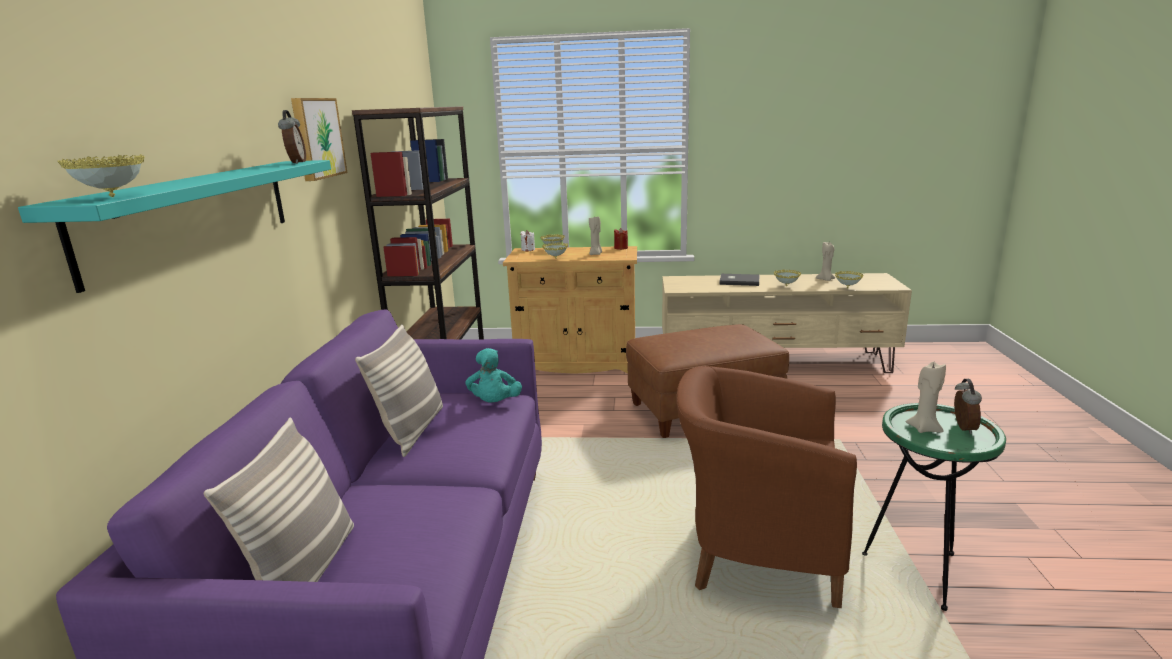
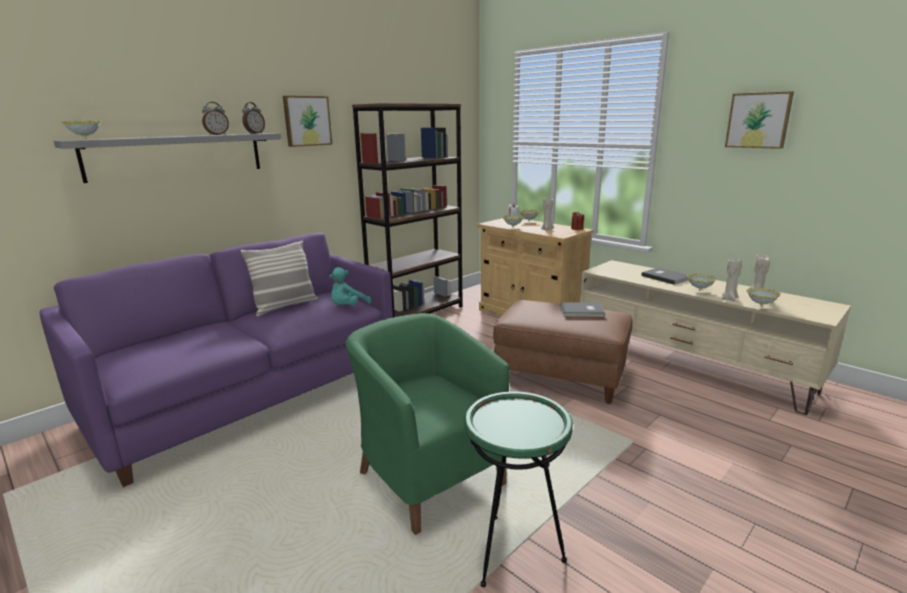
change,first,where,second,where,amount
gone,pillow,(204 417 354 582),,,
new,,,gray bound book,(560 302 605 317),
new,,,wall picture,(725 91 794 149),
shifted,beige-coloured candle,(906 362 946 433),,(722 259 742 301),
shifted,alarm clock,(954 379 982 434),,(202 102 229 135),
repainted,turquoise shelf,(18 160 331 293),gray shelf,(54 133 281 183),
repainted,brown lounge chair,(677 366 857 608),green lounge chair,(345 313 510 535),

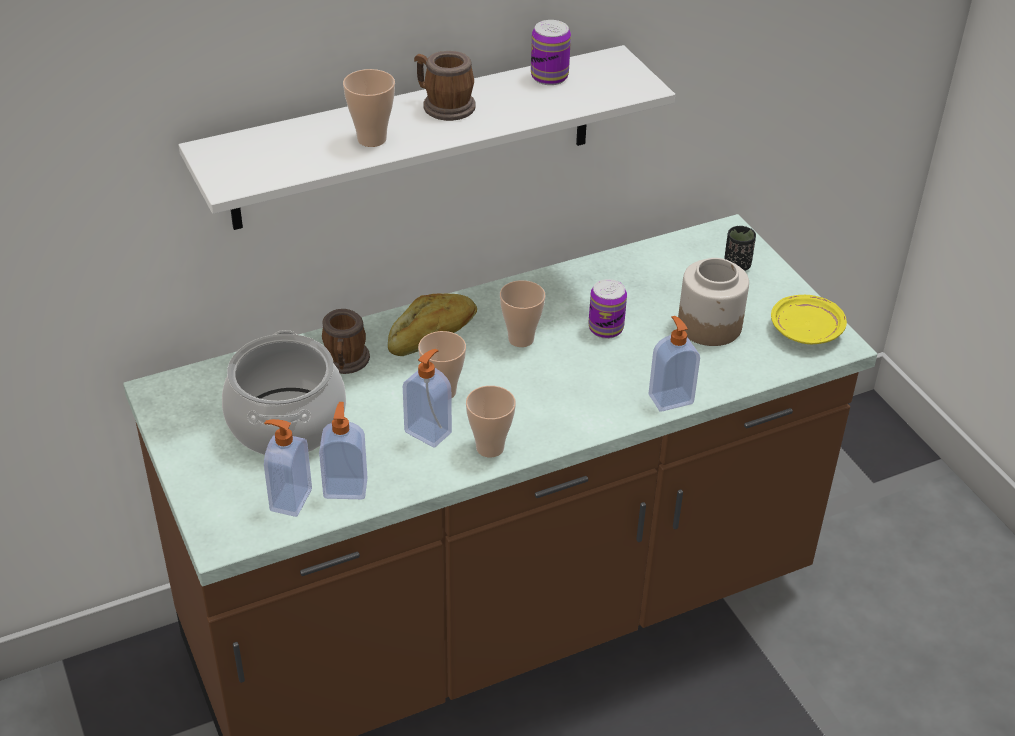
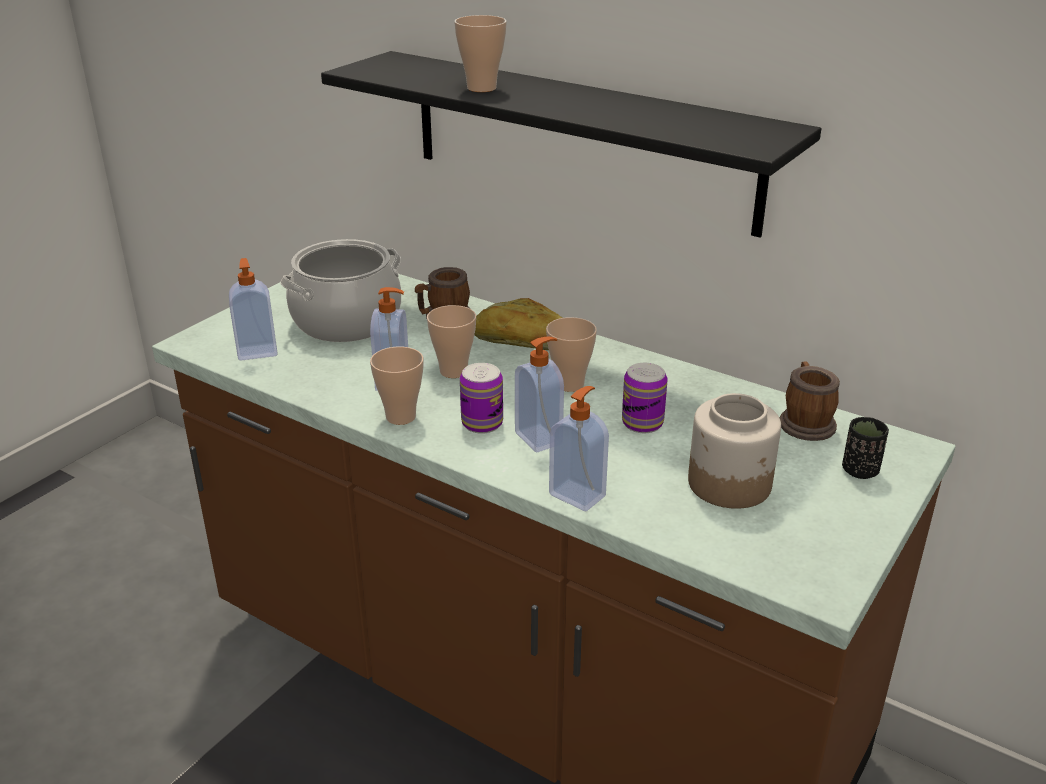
change,first,where,second,where,amount
gone,yellowish dinner plate,(771 295 847 344),,,
shifted,soap dispenser,(319 402 368 499),,(515 336 564 452),
shifted,tea mug,(414 51 476 121),,(780 361 840 441),
shifted,can,(531 20 571 85),,(460 363 503 434),
repainted,whitish shelf,(179 45 675 230),black-coloured shelf,(321 51 821 237),

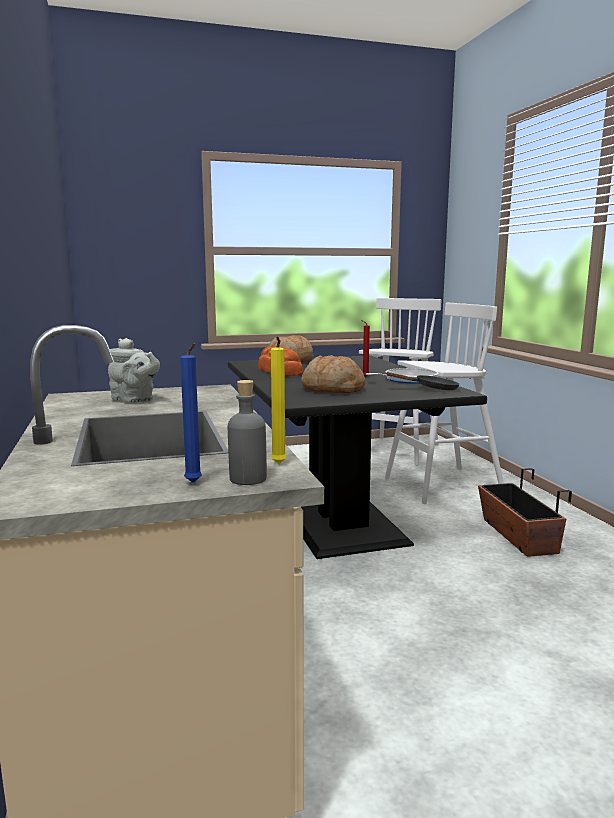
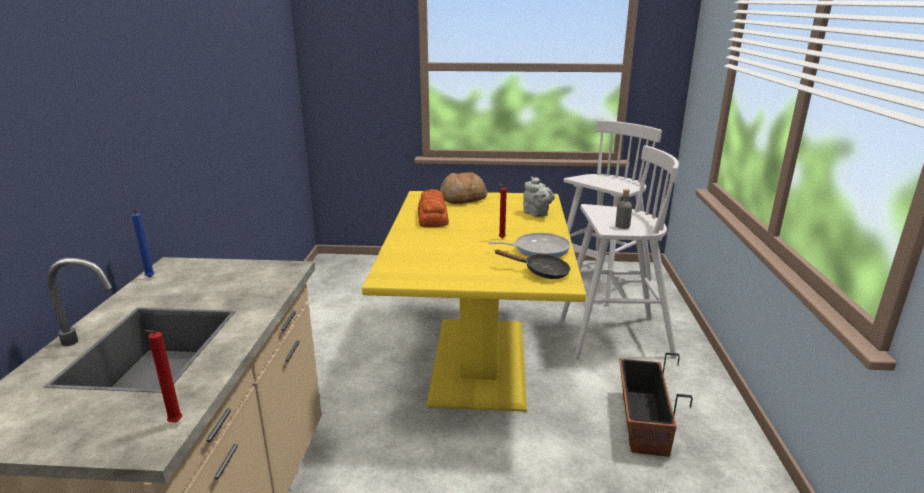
change,first,where,second,where,amount
gone,bakery bread,(301 355 365 393),,,
shifted,gray pot for tea,(108 338 160 403),,(523 177 555 217),
shifted,blue candle,(180 343 202 483),,(132 209 155 277),
shifted,gray drink bottle,(228 380 267 485),,(615 189 632 229),
repainted,black-coloured dining table,(228 355 487 559),yellowish dining table,(362 191 586 412),
repainted,yellowish candle,(271 336 287 464),red-coloured candle,(143 330 182 423),

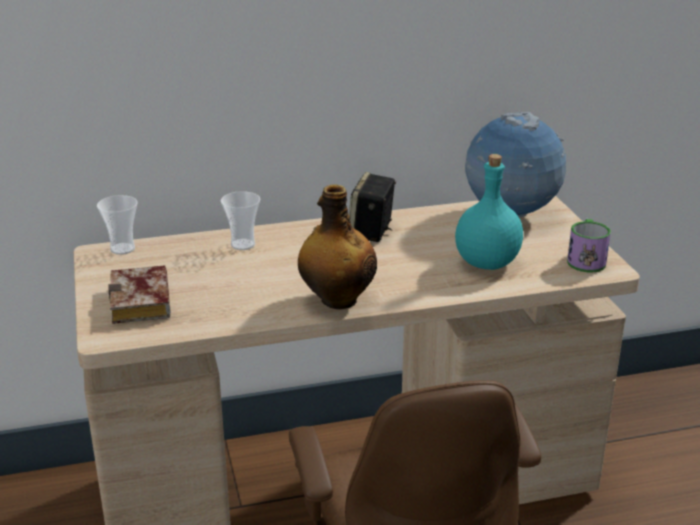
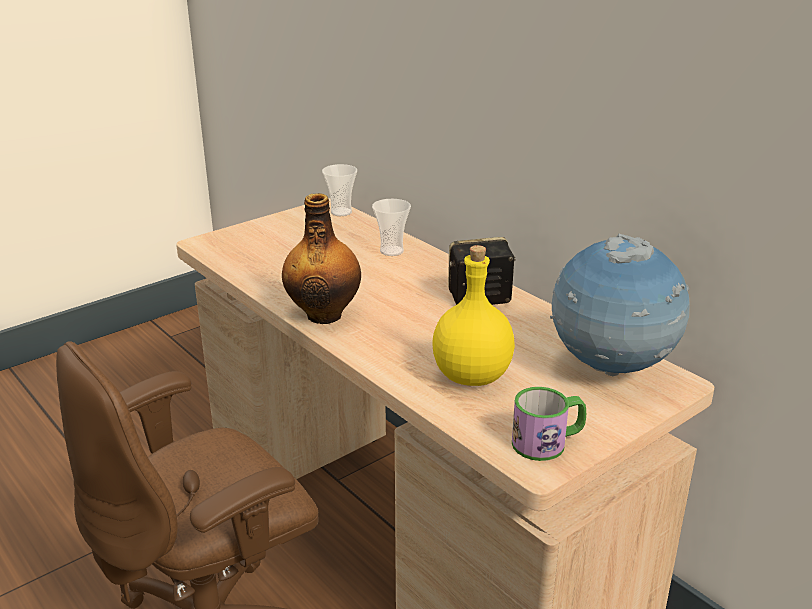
change,first,where,second,where,amount
gone,bound book,(108 265 170 324),,,
repainted,turquoise drink bottle,(455 154 523 270),yellowish drink bottle,(432 245 515 386),

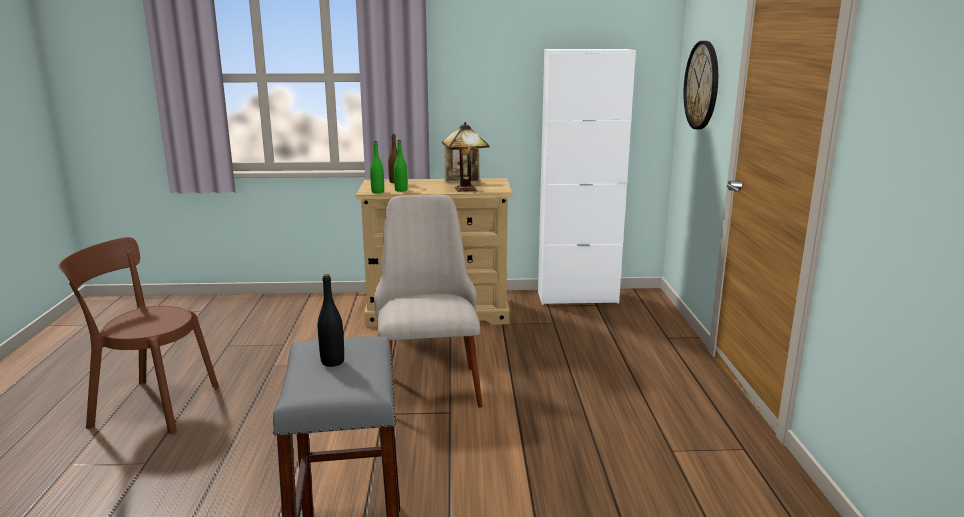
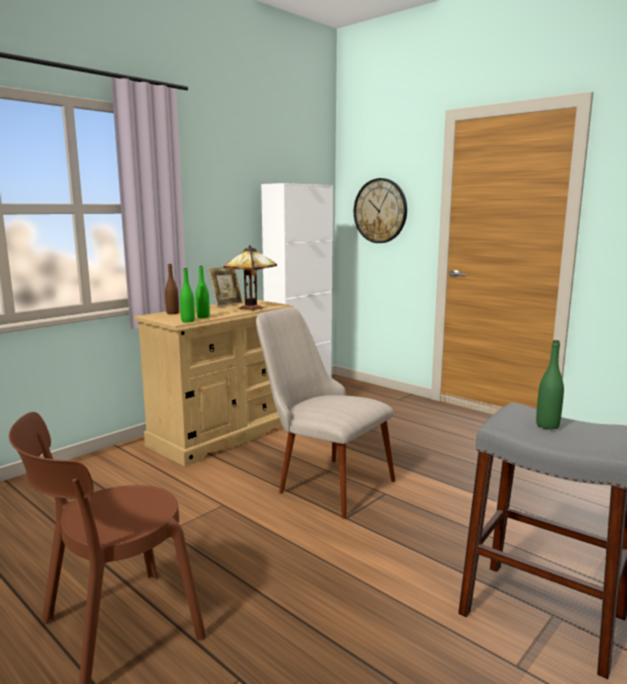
change,first,where,second,where,amount
repainted,black-coloured drink bottle,(318 274 344 367),green drink bottle,(536 340 564 429),

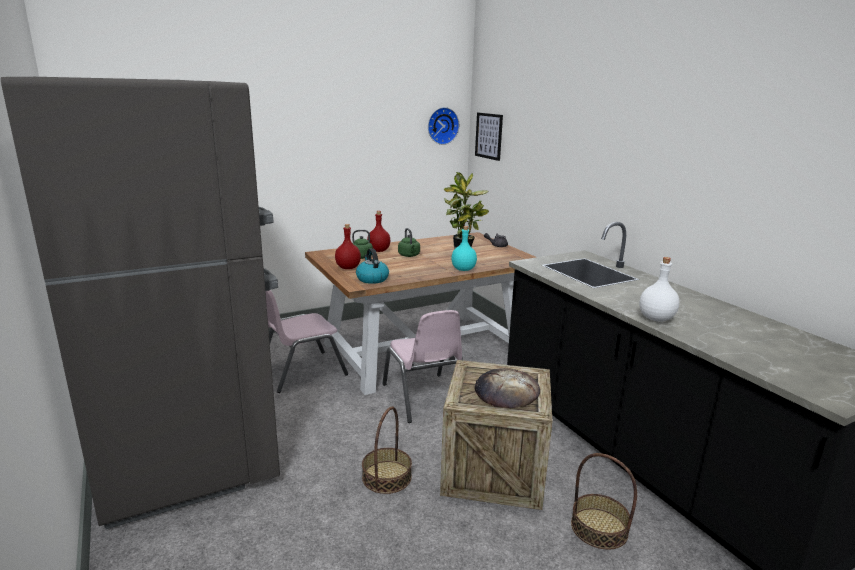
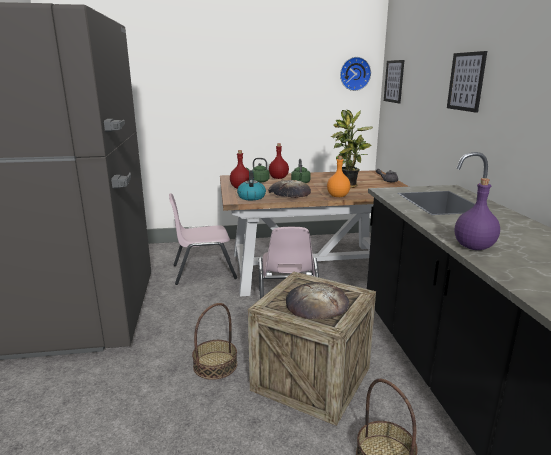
change,first,where,second,where,amount
new,,,bakery bread,(268 180 311 198),
new,,,wall picture,(447 51 487 113),
repainted,turquoise drink bottle,(451 226 477 271),orange drink bottle,(327 156 350 197),
repainted,whitish drink bottle,(639 257 680 322),purple-coloured drink bottle,(455 178 500 250),

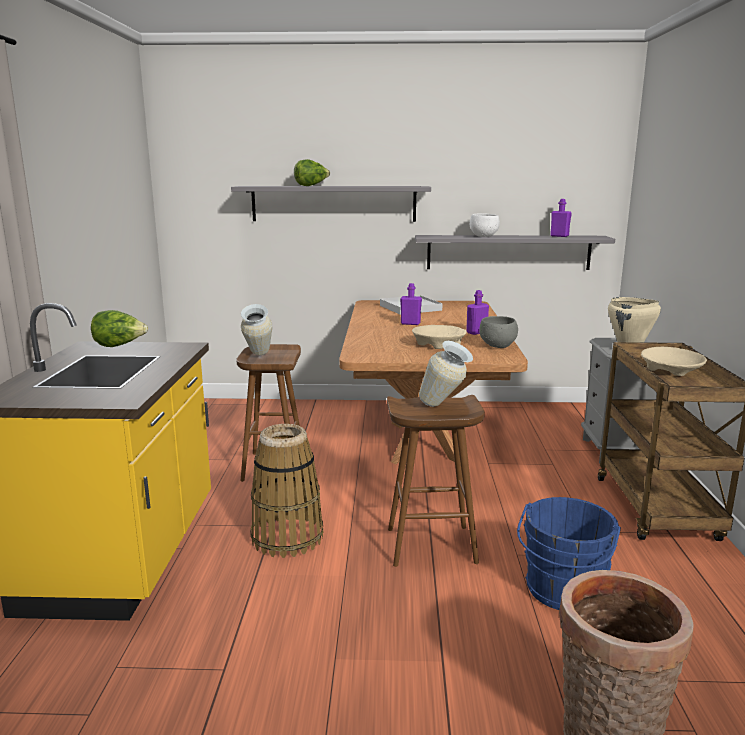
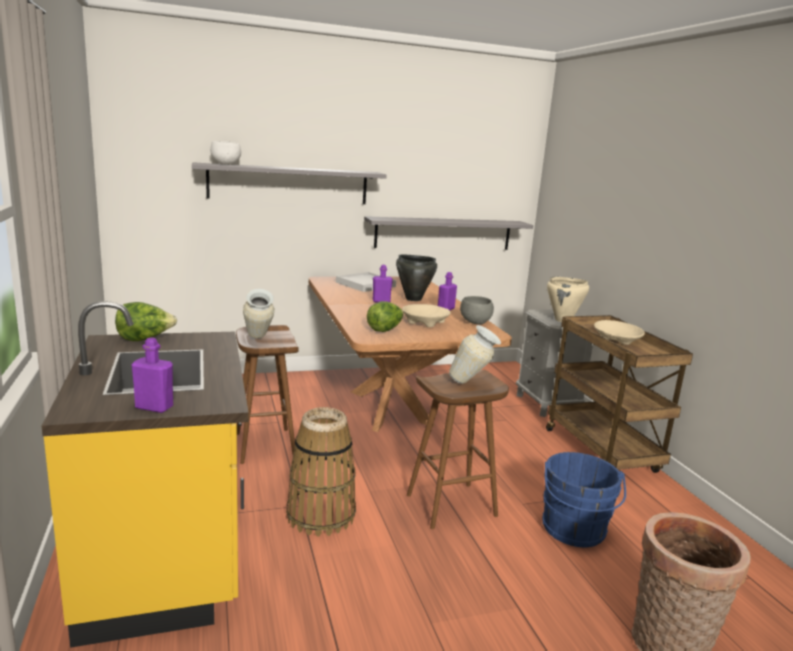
change,first,where,second,where,amount
new,,,black-coloured cooking pot,(396 254 437 301),
shifted,head of lettuce,(294 159 330 186),,(367 301 404 332),
shifted,whitish serving bowl,(470 214 500 237),,(210 141 241 165),
shifted,purple-coloured drink bottle,(550 199 572 237),,(132 337 173 413),

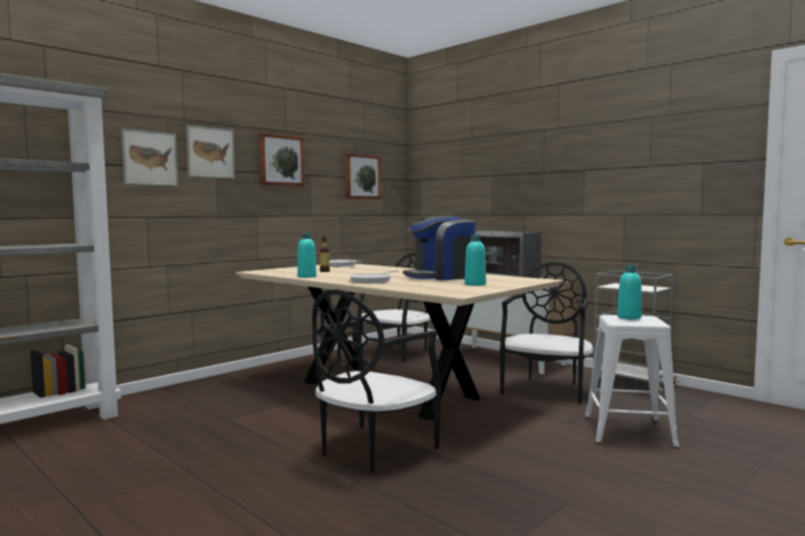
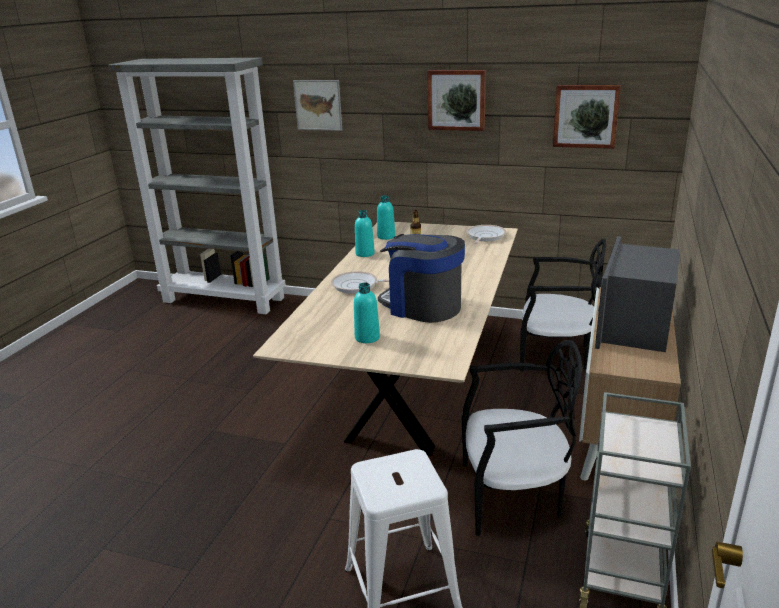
change,first,where,second,where,amount
gone,wall picture,(186 125 235 179),,,
gone,black-coloured plain chair,(312 289 441 472),,,
shifted,turquoise drink bottle,(617 265 642 320),,(377 195 395 240),

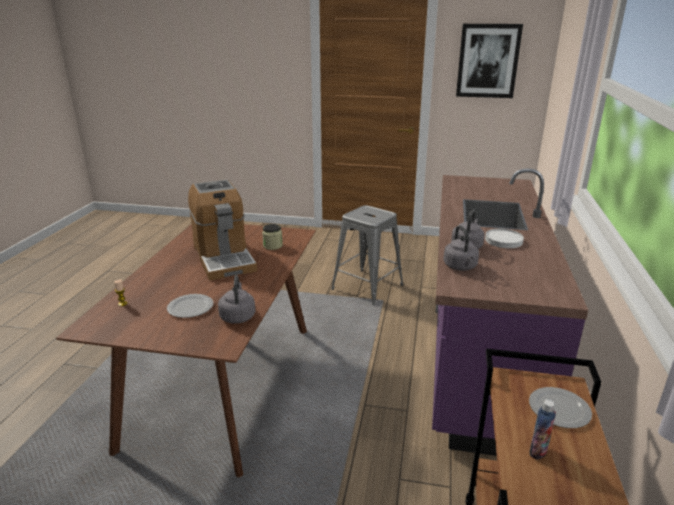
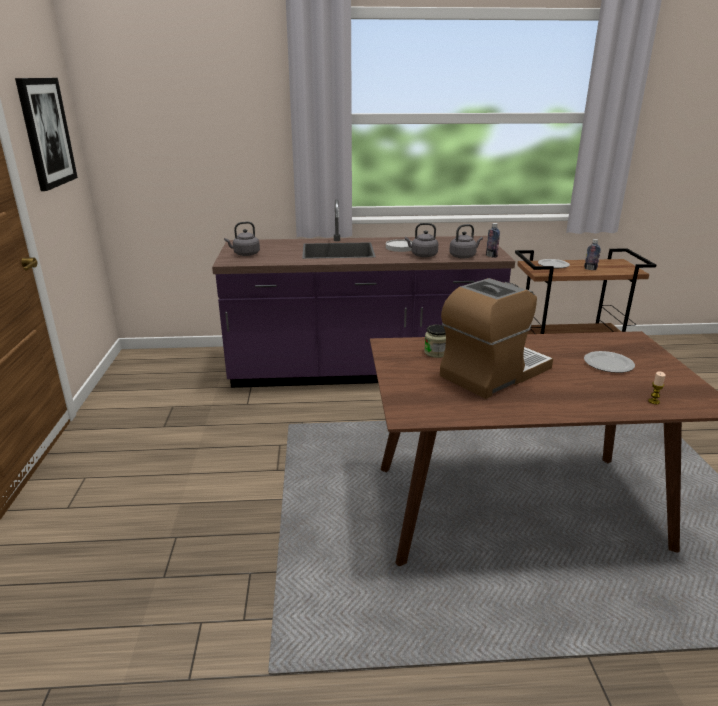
change,first,where,second,where,amount
gone,gray stool seat,(331 205 403 305),,,
new,,,drink bottle,(486 223 500 258),
shifted,gray water kettle,(218 275 255 324),,(224 221 260 256),

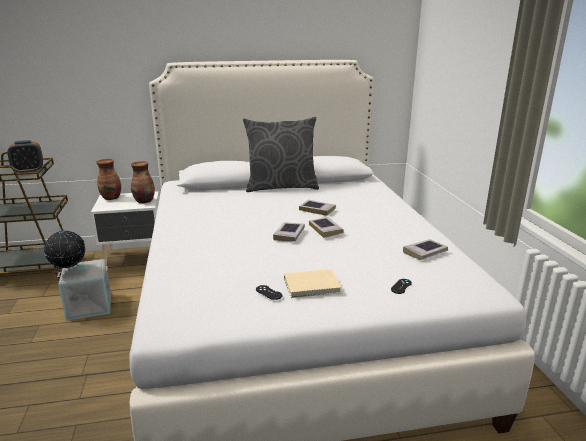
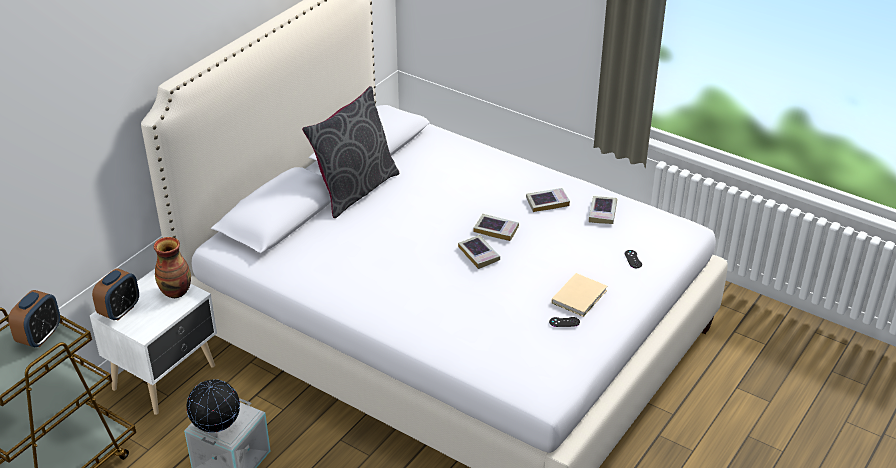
change,first,where,second,where,amount
shifted,bound book,(299 200 336 216),,(526 188 570 212),
swapped,decorative vase,(96 159 121 200),alarm clock,(92 268 139 320),

